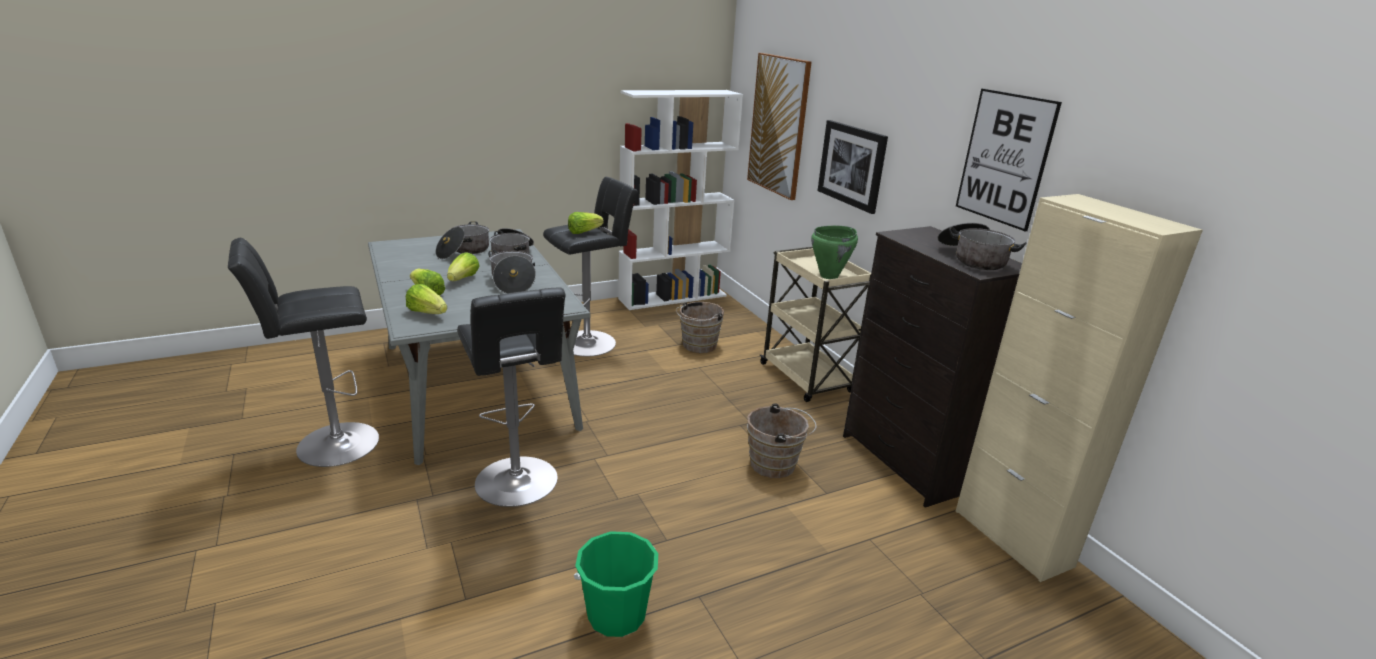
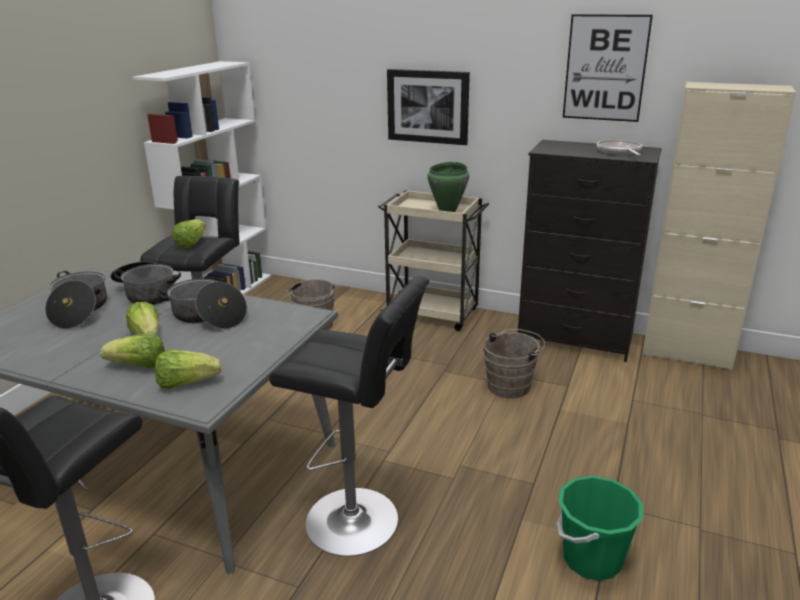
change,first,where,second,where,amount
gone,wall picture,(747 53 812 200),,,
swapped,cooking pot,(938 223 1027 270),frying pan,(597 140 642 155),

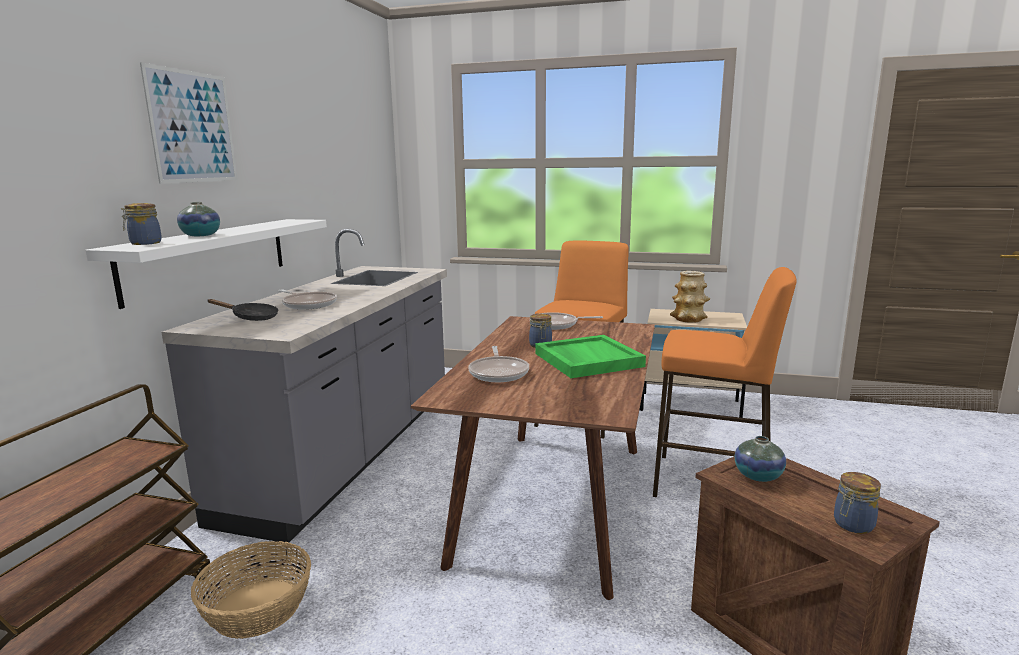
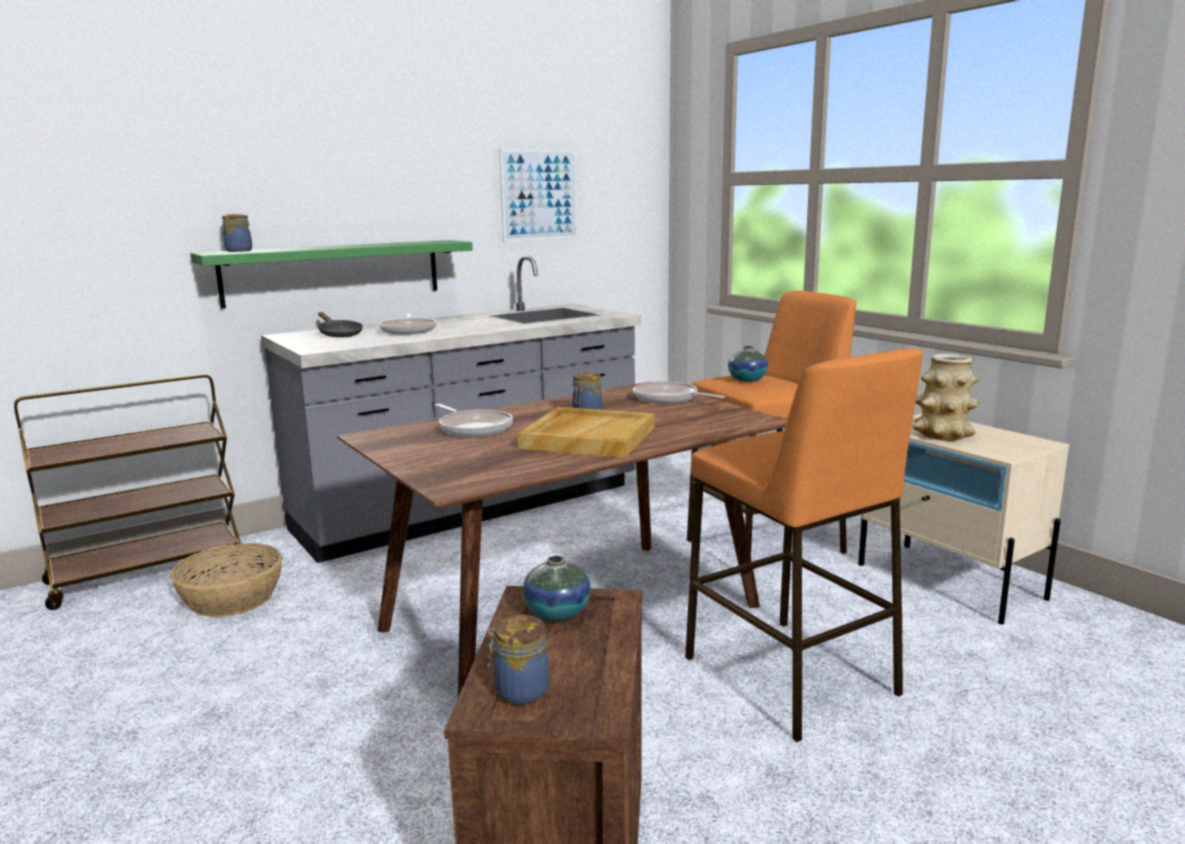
change,first,where,second,where,amount
shifted,wall picture,(140 62 237 184),,(499 149 578 242),
shifted,decorative vase,(177 202 220 236),,(728 346 768 382),
repainted,whitish shelf,(85 219 327 309),green shelf,(190 240 473 309),
repainted,green serving tray,(535 335 646 378),beige-coloured serving tray,(518 407 654 458),
rotated,frying pan,(468 346 529 382),,(435 404 513 437),75 degrees counterclockwise

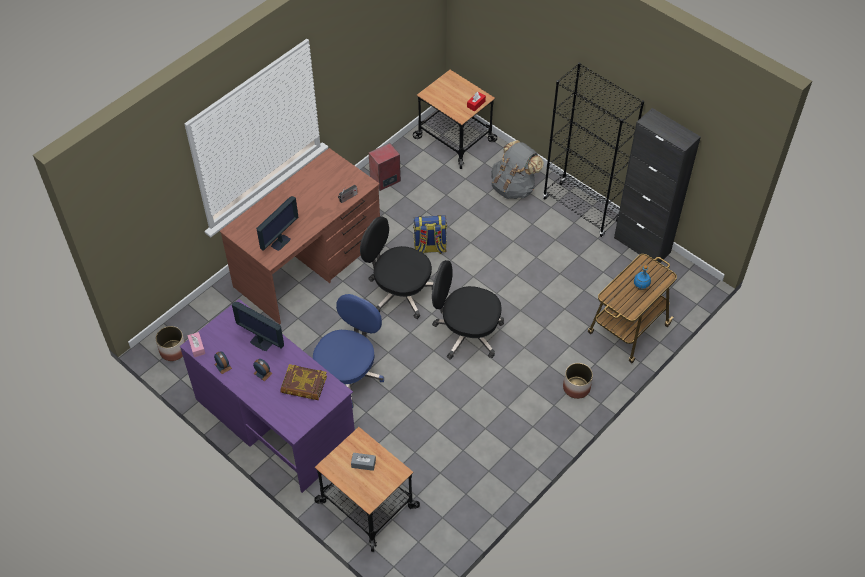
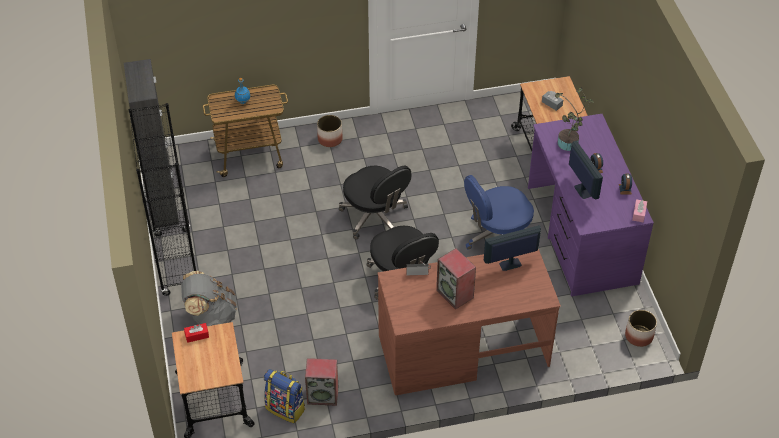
change,first,where,second,where,amount
new,,,speaker,(436 248 476 309),
shifted,knapsack,(413 215 447 254),,(264 369 305 423),
swapped,bound book,(280 364 327 400),potted plant,(555 88 594 151),

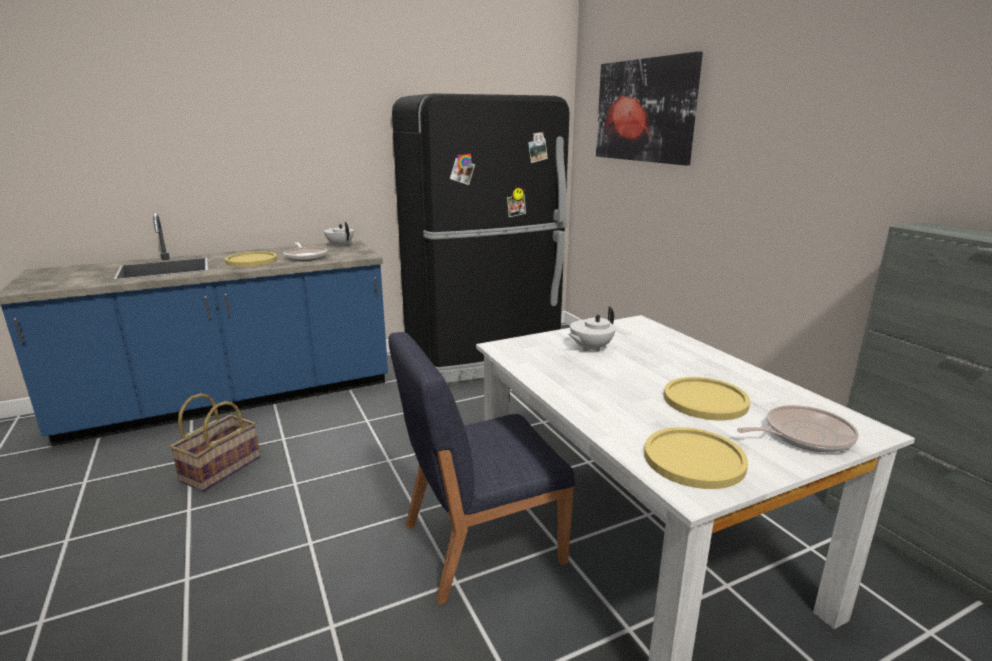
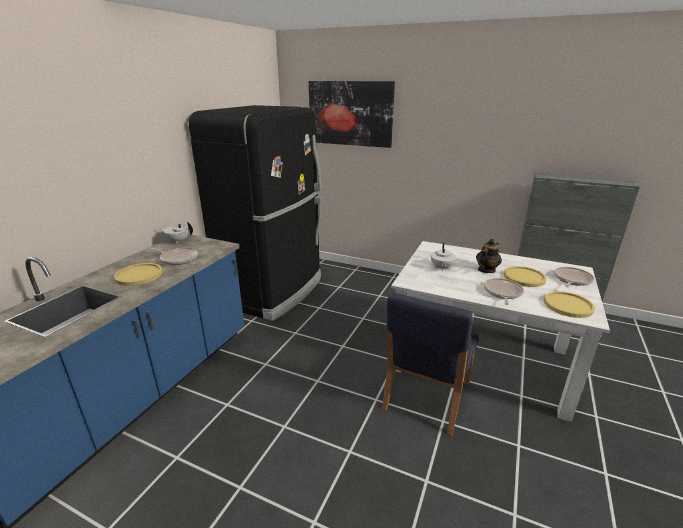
change,first,where,second,where,amount
gone,basket,(170 393 260 492),,,
new,,,pot for tea,(476 239 502 273),
new,,,frying pan,(484 278 524 305),

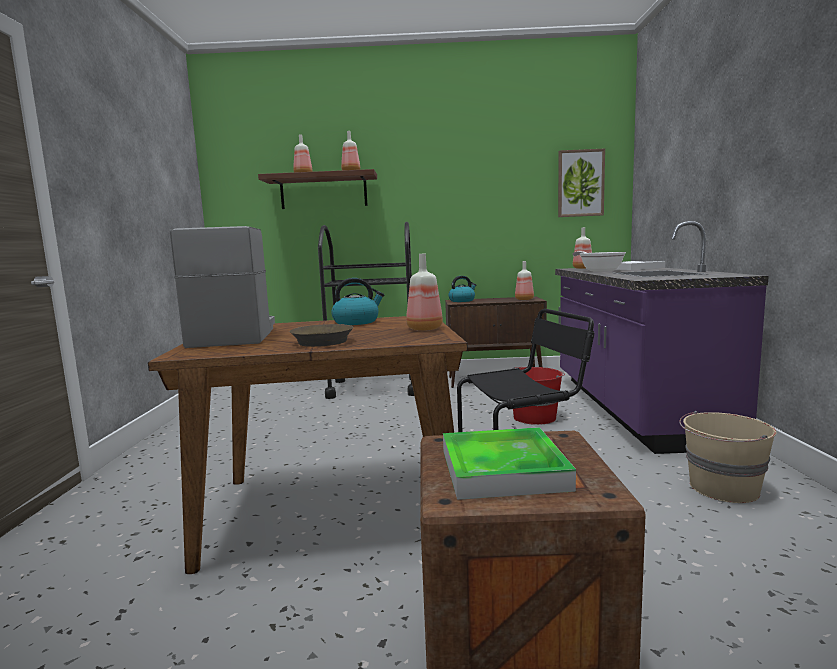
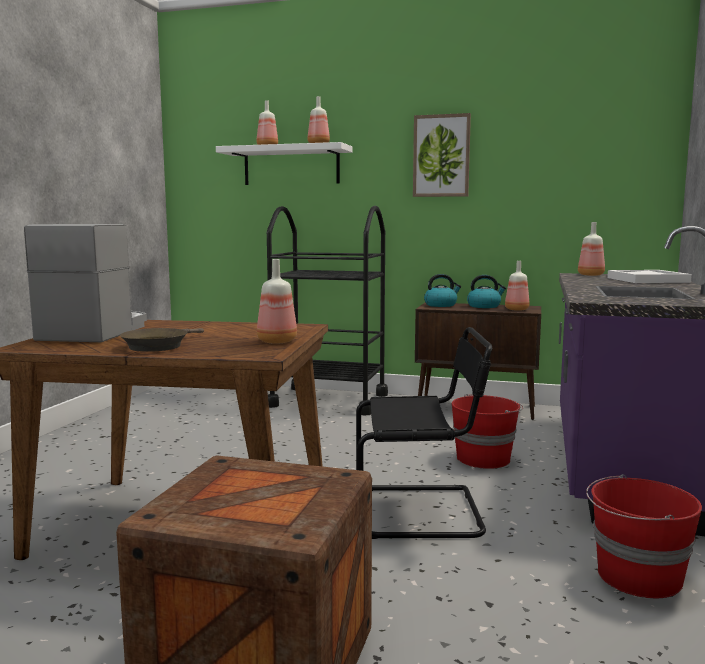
change,first,where,second,where,amount
gone,serving tray,(443 427 576 500),,,
gone,frying pan,(573 251 626 272),,,
shifted,water kettle,(331 278 384 325),,(467 275 506 308),
shifted,wall picture,(558 149 605 217),,(413 113 471 197),
repainted,brown shelf,(258 169 377 209),whitish shelf,(216 142 353 185),
repainted,beige-coloured bucket,(679 411 776 503),red-coloured bucket,(586 474 702 598),

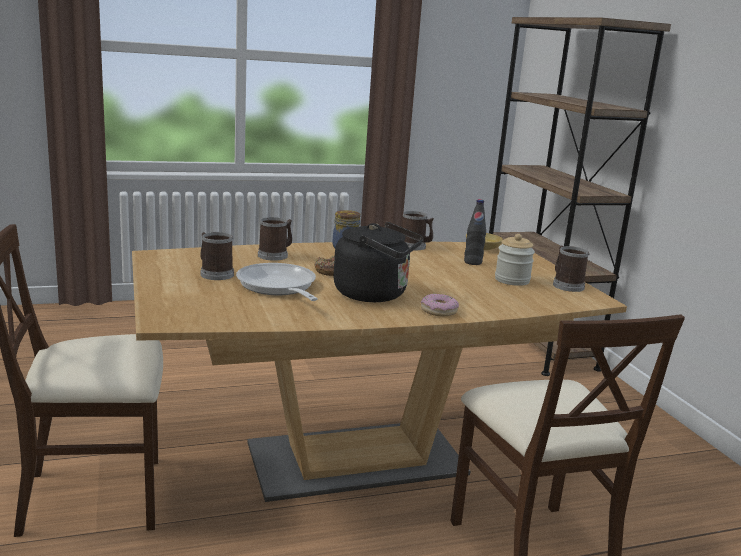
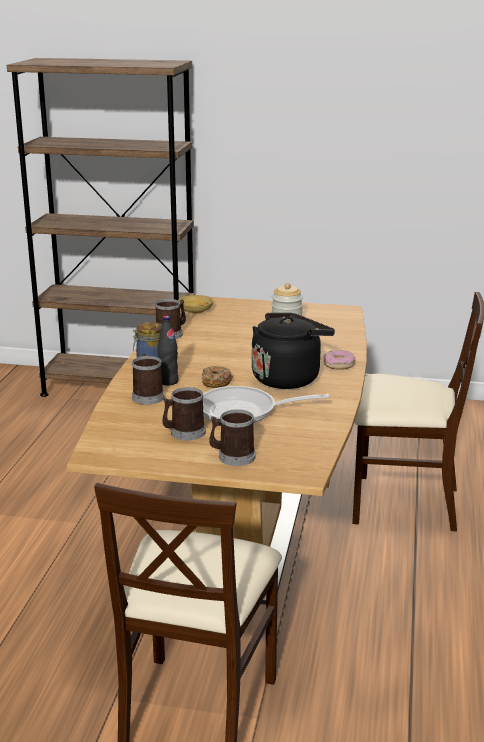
change,first,where,second,where,amount
shifted,black-coloured drink bottle,(464 199 486 265),,(158 316 179 386),
shifted,tea mug,(553 246 589 292),,(209 409 256 466),

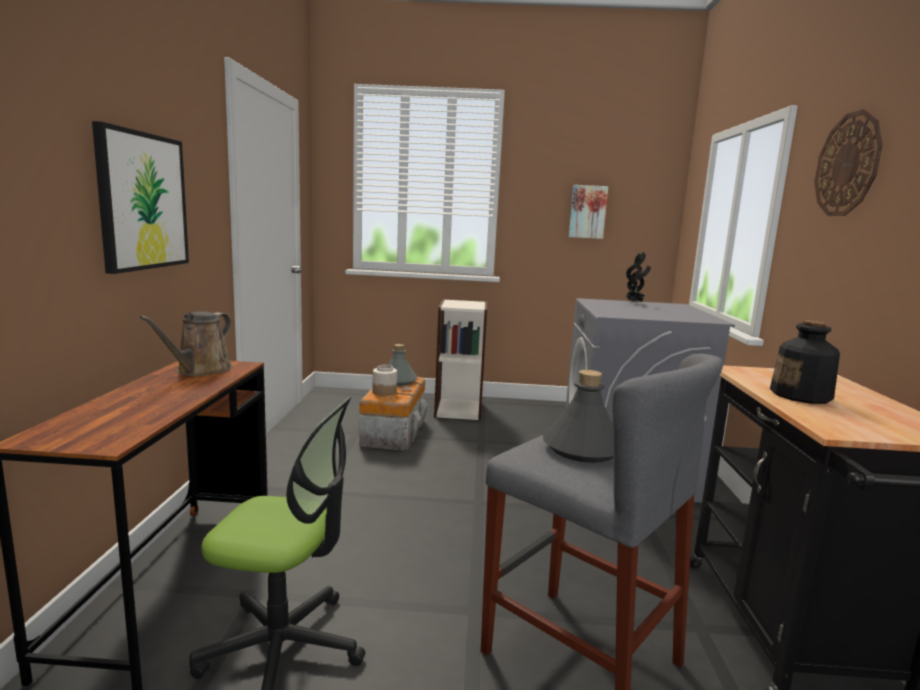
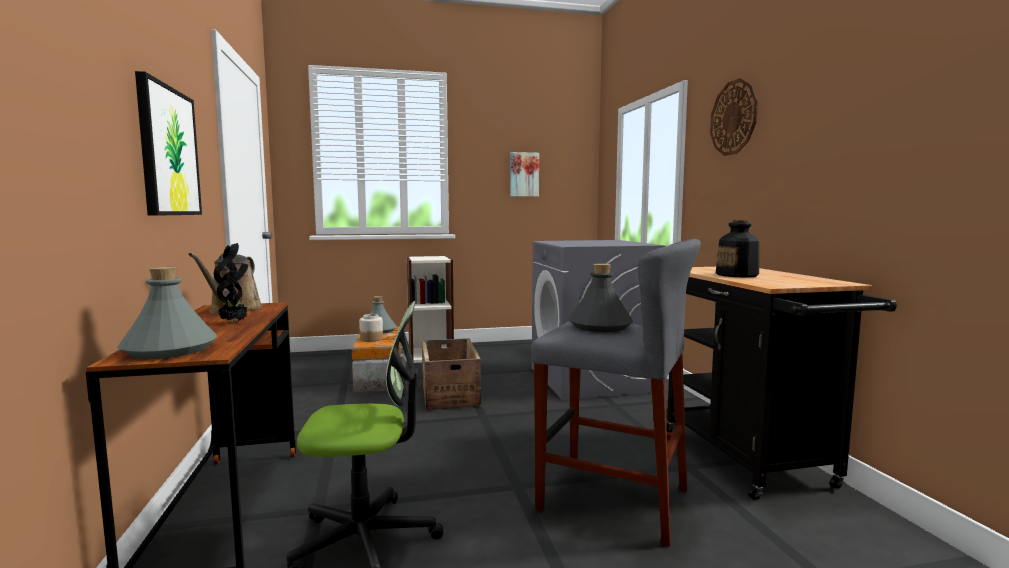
change,first,where,second,where,amount
new,,,gray drink bottle,(118 267 217 359),
new,,,crate,(422 338 481 410),
shifted,potted plant,(626 252 651 304),,(214 243 249 323),

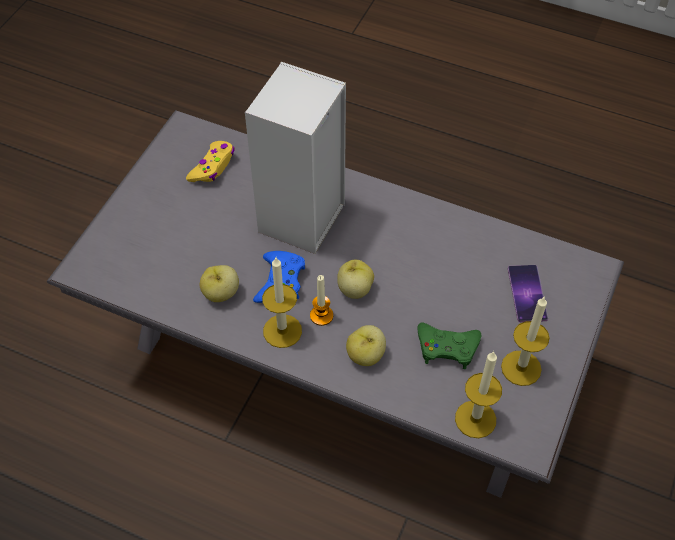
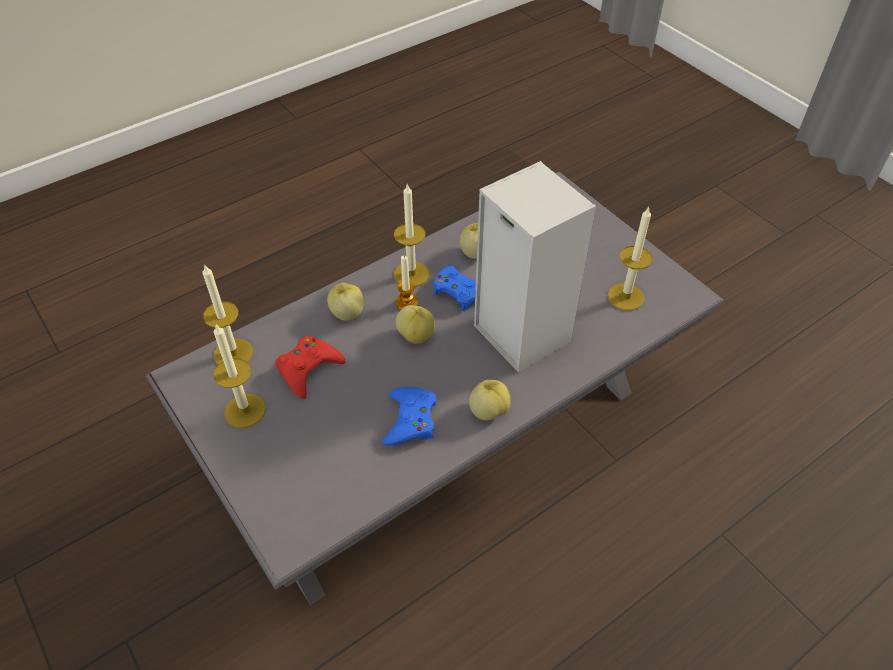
change,first,where,second,where,amount
gone,telephone,(508 265 548 322),,,
new,,,blue gamepad,(382 387 437 446),
new,,,apple fruit,(469 380 511 420),
swapped,yellowish gamepad,(186 141 235 182),candle,(608 206 653 311),
repainted,green gamepad,(418 322 482 369),red-coloured gamepad,(275 336 346 399),

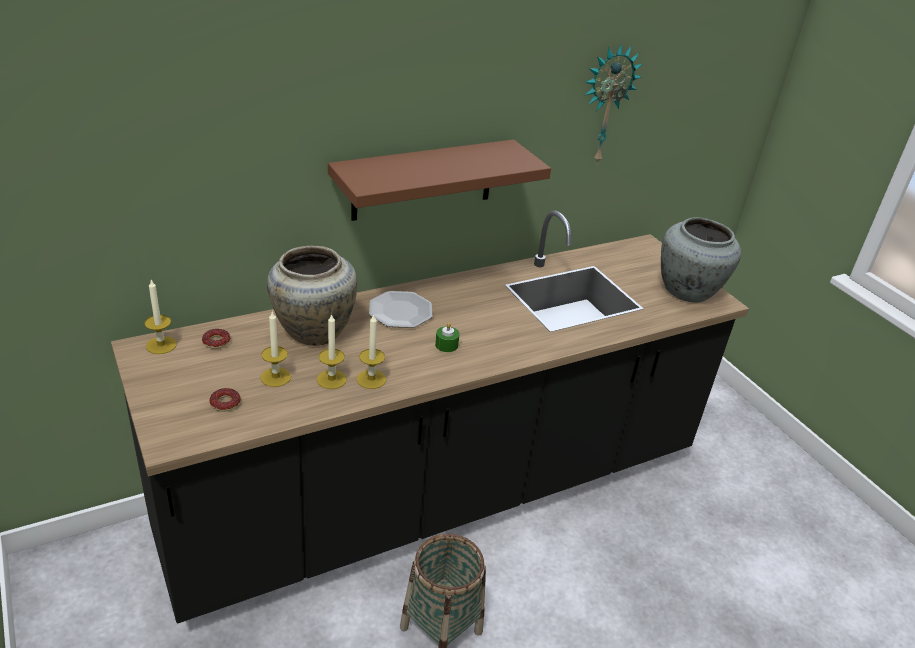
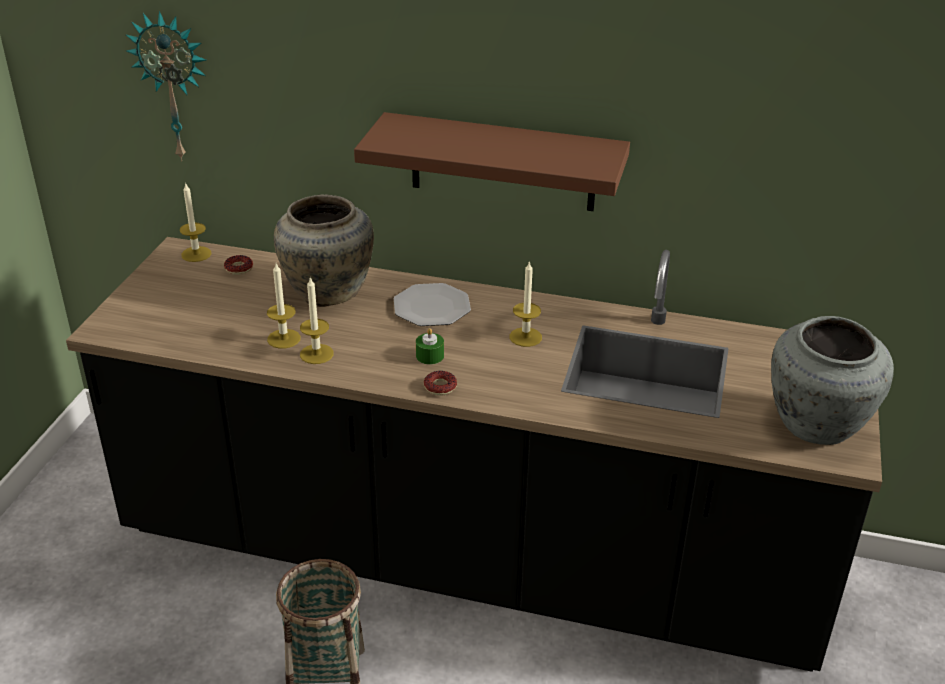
change,first,where,second,where,amount
shifted,ring doughnut,(210 388 241 412),,(424 371 457 396),
shifted,candle,(261 312 291 387),,(510 261 542 347),
shifted,hanging clock,(585 44 642 165),,(125 11 206 161),

